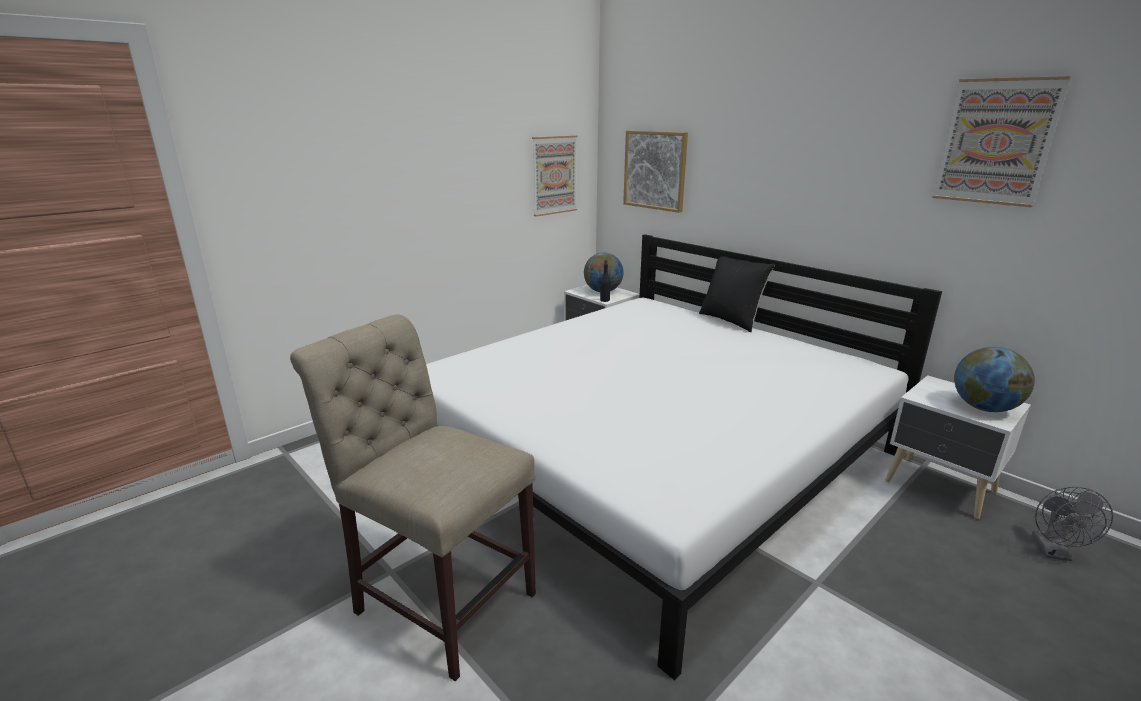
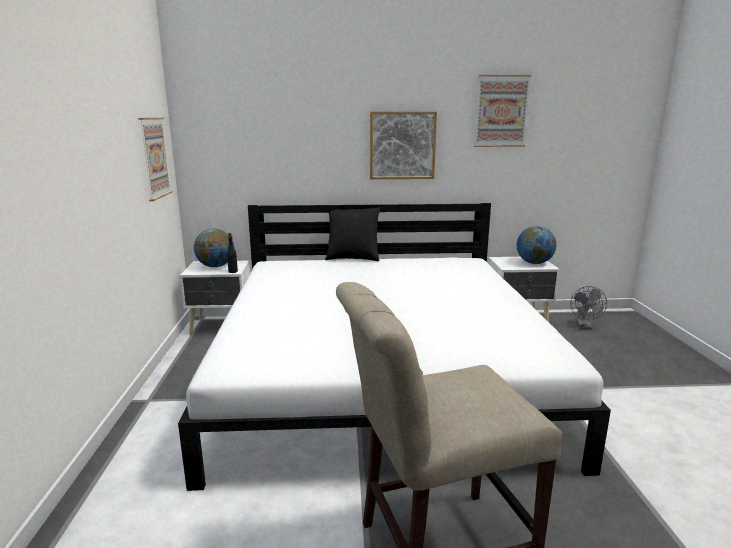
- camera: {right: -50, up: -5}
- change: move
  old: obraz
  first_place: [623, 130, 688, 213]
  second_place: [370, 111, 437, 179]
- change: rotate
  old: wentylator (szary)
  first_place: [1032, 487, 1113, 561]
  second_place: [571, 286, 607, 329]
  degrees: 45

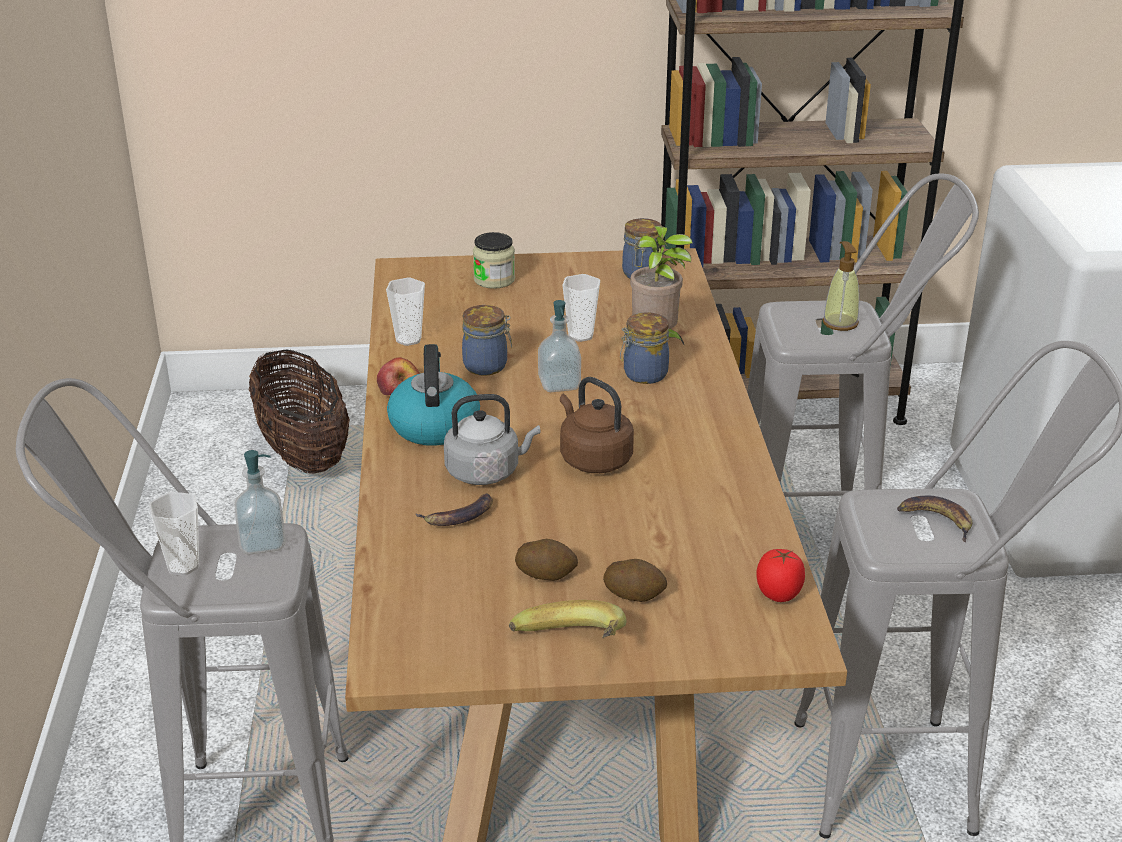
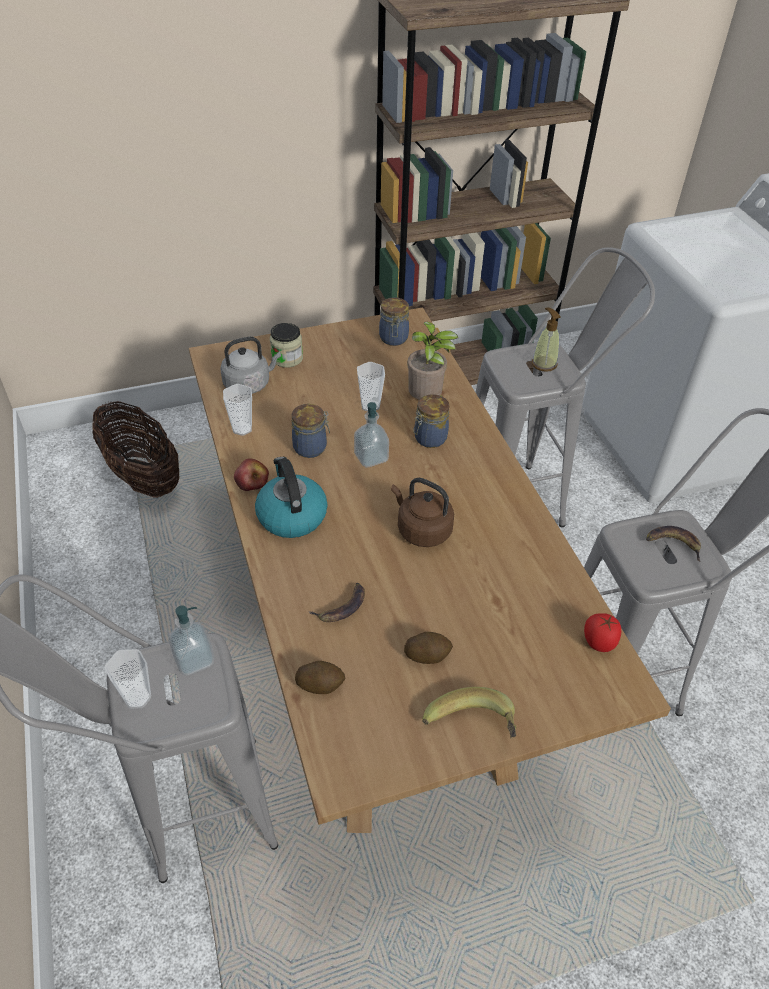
- camera: {right: -15, up: 15}
- change: move
  old: czajnik (szary)
  first_place: [444, 394, 540, 485]
  second_place: [220, 337, 281, 394]
- change: move
  old: ziemniak
  first_place: [603, 559, 667, 602]
  second_place: [295, 661, 345, 694]

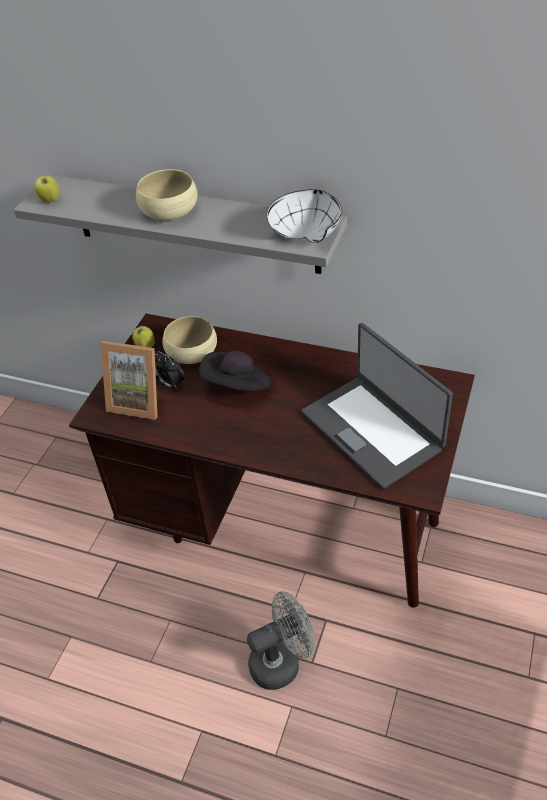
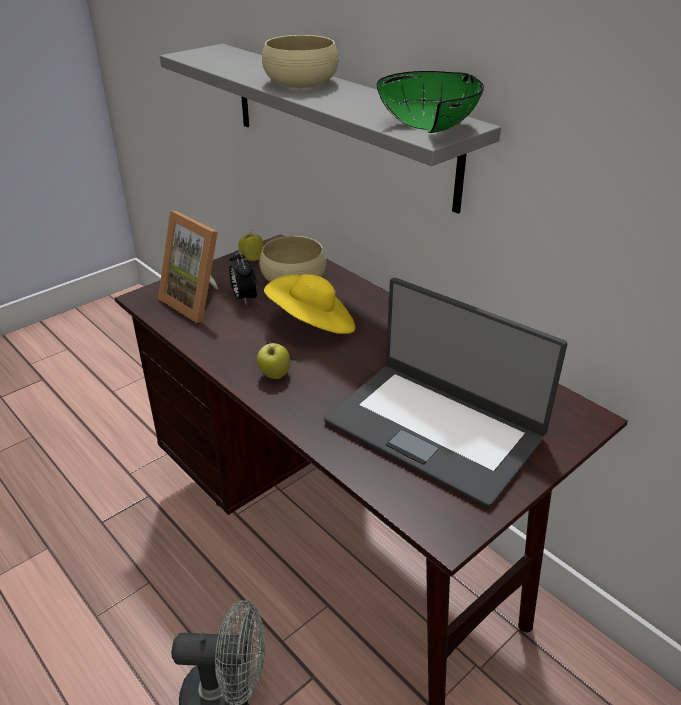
- camera: {right: 25, up: -10}
- change: move
  old: jabłko
  first_place: [34, 176, 60, 203]
  second_place: [257, 340, 290, 379]
- change: recolor
  old: kapelusz (czarny)
  new: kapelusz (żółty)
  first_place: [199, 350, 273, 391]
  second_place: [264, 274, 356, 334]
- change: recolor
  old: miska (biały)
  new: miska (zielony)
  first_place: [267, 189, 342, 243]
  second_place: [377, 71, 484, 133]
- change: rotate
  old: laptop
  first_place: [301, 323, 453, 489]
  second_place: [324, 278, 567, 508]
  degrees: -45

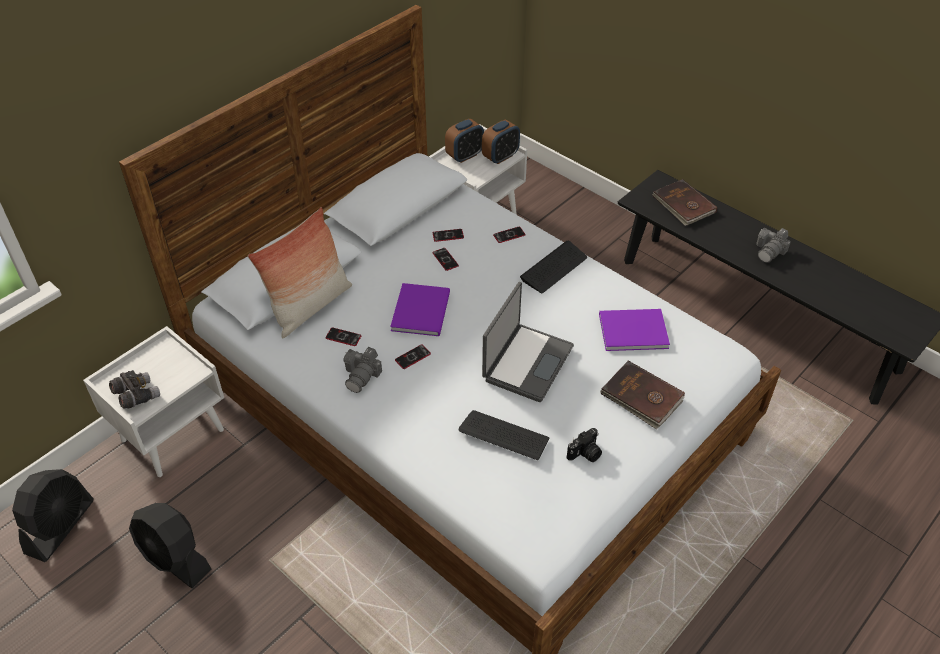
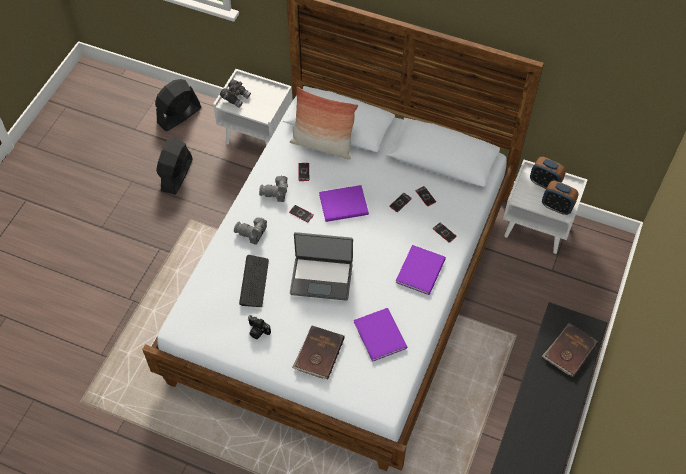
- camera: {right: 70, up: 10}
- change: rotate
  old: wentylator (czarny)
  first_place: [12, 469, 94, 562]
  second_place: [155, 79, 201, 131]
  degrees: 135
- change: replace
  old: klawiatura
  new: książka (fioletowy)
  first_place: [520, 241, 587, 293]
  second_place: [396, 245, 446, 295]
- change: move
  old: aparat fotograficzny
  first_place: [756, 228, 791, 263]
  second_place: [234, 217, 267, 245]

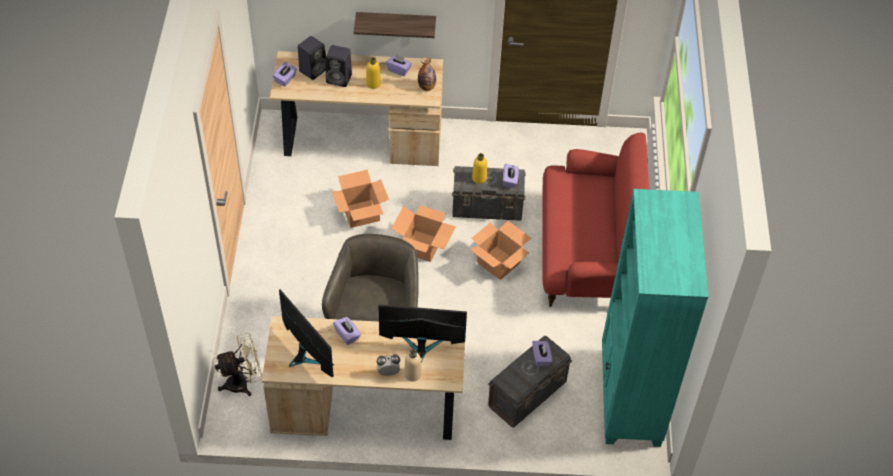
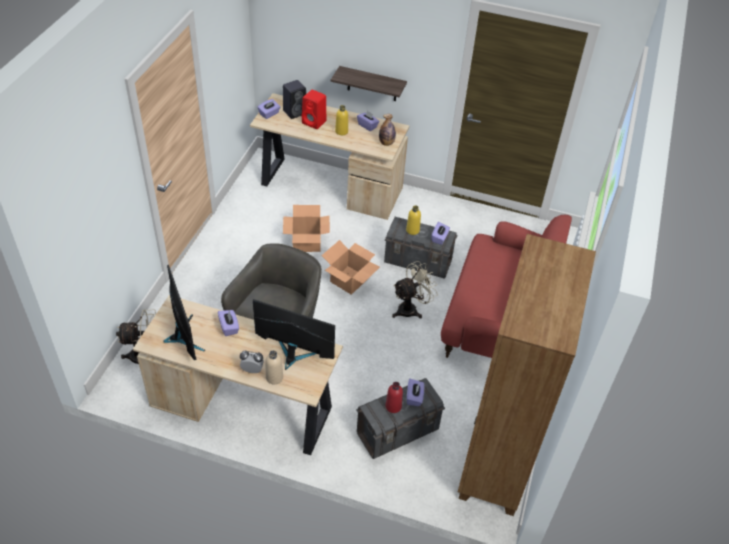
- camera: {right: 15, up: -5}
- change: recolor
  old: głośnik (czarny)
  new: głośnik (czerwony)
  first_place: [326, 45, 352, 87]
  second_place: [302, 90, 327, 129]
- change: replace
  old: karton
  new: wentylator (beżowy)
  first_place: [470, 221, 531, 280]
  second_place: [392, 261, 438, 318]
- change: recolor
  old: regał (turkusowy)
  new: regał (brązowy)
  first_place: [602, 189, 708, 447]
  second_place: [458, 234, 596, 516]
- change: insert
  new: butelka (czerwony)
  second_place: [385, 382, 403, 413]

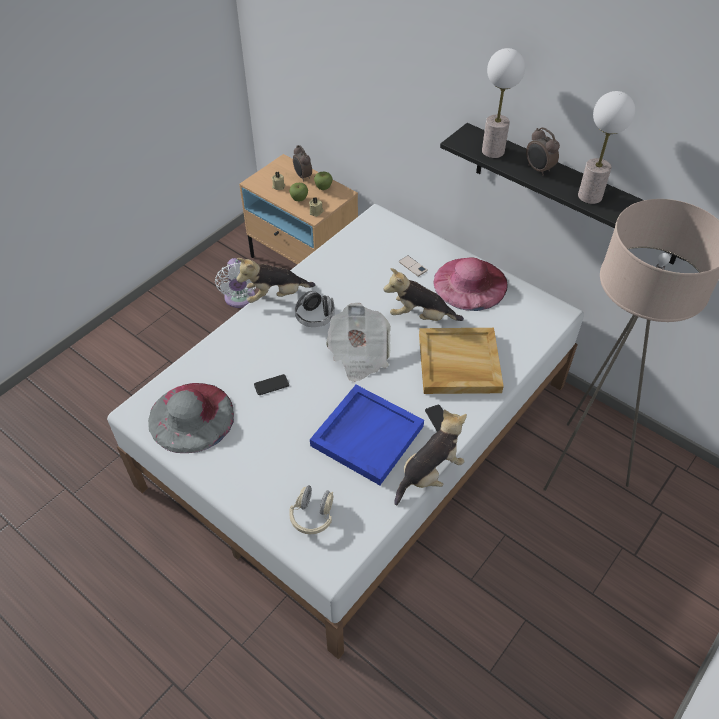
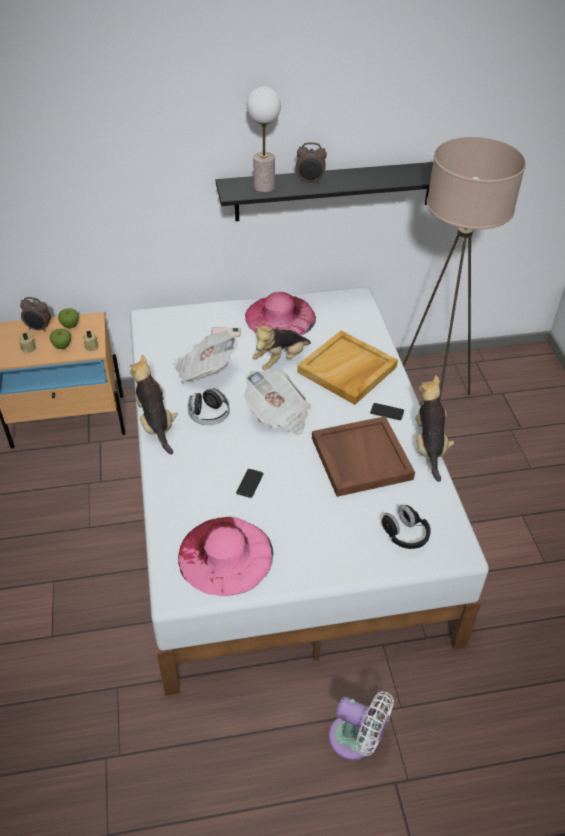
- camera: {right: -50, up: -5}
- change: recolor
  old: kapelusz (szary)
  new: kapelusz (różowy)
  first_place: [148, 383, 234, 453]
  second_place: [178, 517, 273, 596]
- change: move
  old: wentylator (biały)
  first_place: [215, 258, 256, 308]
  second_place: [329, 691, 394, 760]
- change: rotate
  old: pluszak
  first_place: [237, 258, 315, 303]
  second_place: [130, 355, 177, 455]
  degrees: 135
- change: recolor
  old: słuchawki (beżowy)
  new: słuchawki (czarny)
  first_place: [289, 485, 333, 534]
  second_place: [382, 505, 431, 549]
- change: recolor
  old: taca (niebieski)
  new: taca (brązowy)
  first_place: [310, 385, 424, 485]
  second_place: [312, 416, 415, 497]
- change: delete
  old: lampa stołowa
  first_place: [578, 91, 635, 204]
- change: insert
  new: gazeta
  second_place: [173, 331, 237, 383]

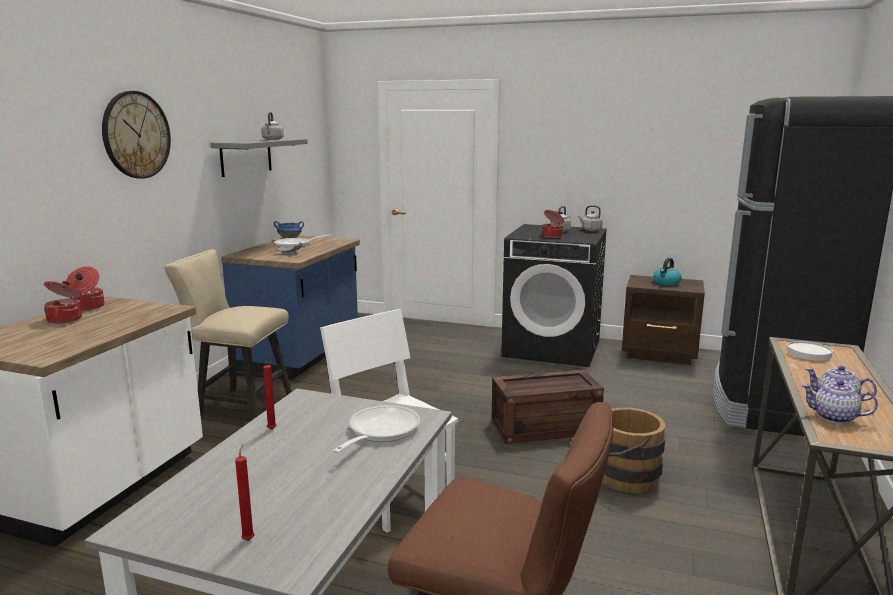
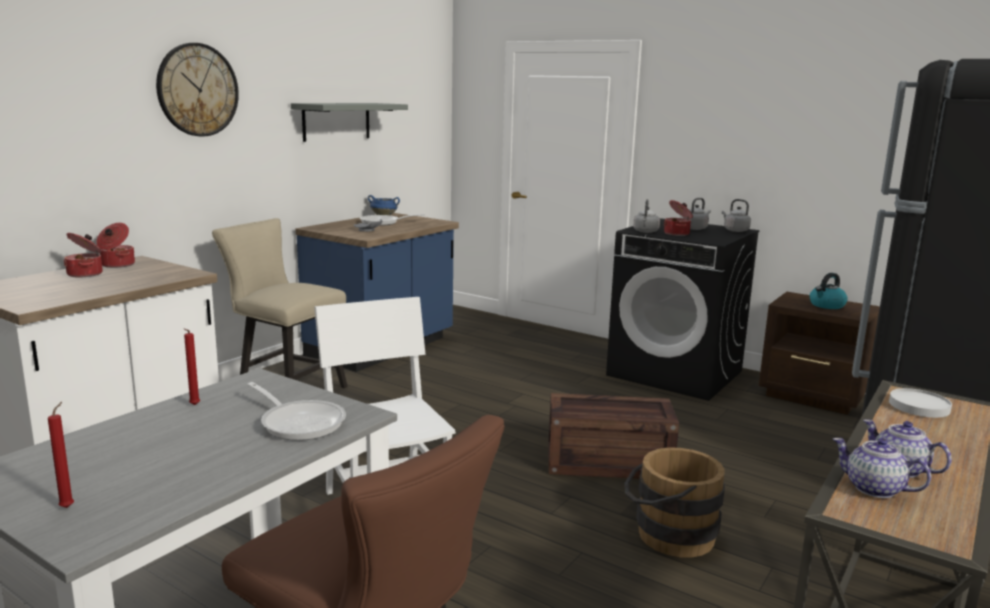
- camera: {right: 15, up: 0}
- change: move
  old: czajnik (szary)
  first_place: [261, 112, 284, 140]
  second_place: [633, 199, 660, 233]
- change: rotate
  old: patelnia
  first_place: [333, 405, 420, 453]
  second_place: [247, 382, 346, 441]
  degrees: 90

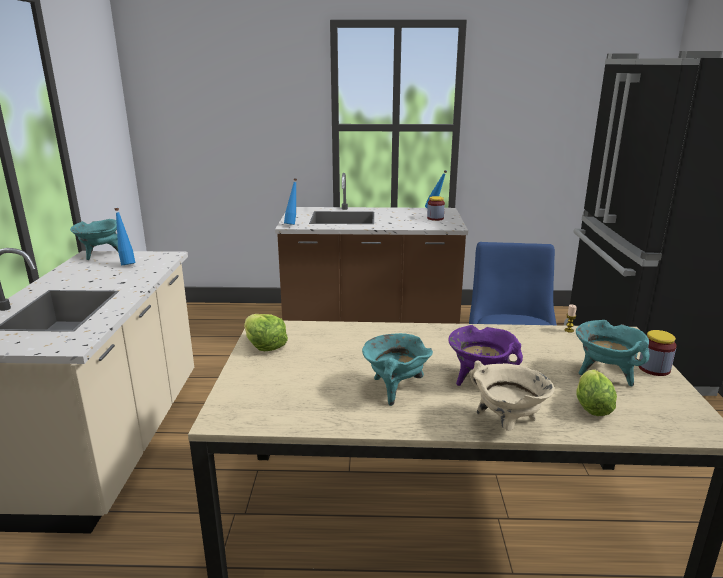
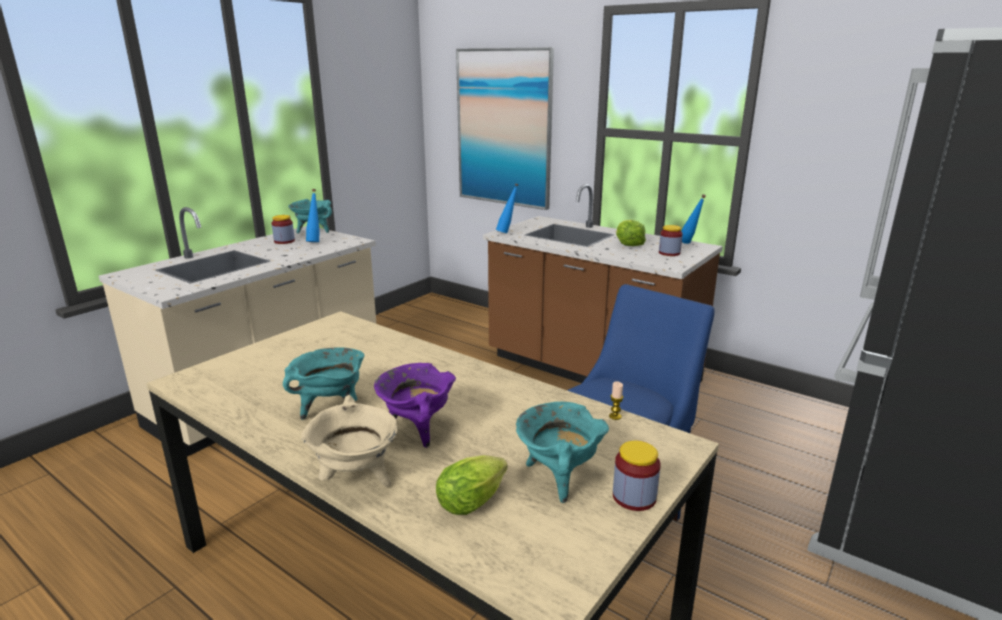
- camera: {right: 35, up: 0}
- change: move
  old: sałata
  first_place: [244, 314, 288, 351]
  second_place: [616, 220, 646, 246]
- change: insert
  new: słoik
  second_place: [272, 215, 295, 244]
- change: insert
  new: obraz
  second_place: [456, 47, 554, 210]

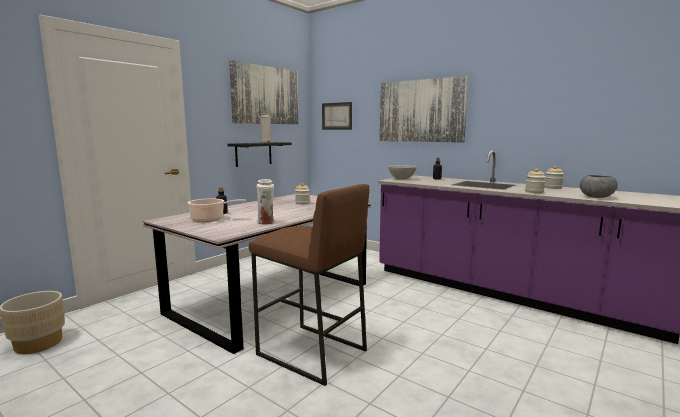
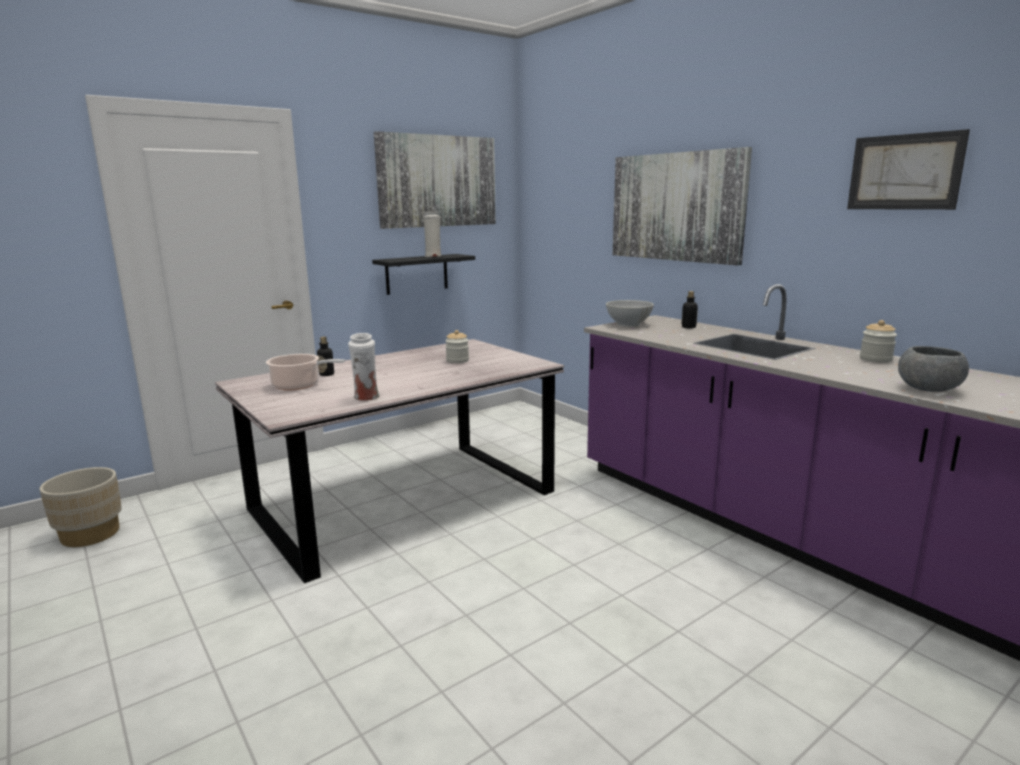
- camera: {right: 15, up: 5}
- change: delete
  old: stołek (brązowy)
  first_place: [249, 184, 369, 386]
- change: move
  old: obraz
  first_place: [322, 102, 352, 130]
  second_place: [847, 129, 970, 210]
- change: delete
  old: słoik
  first_place: [525, 169, 545, 193]

